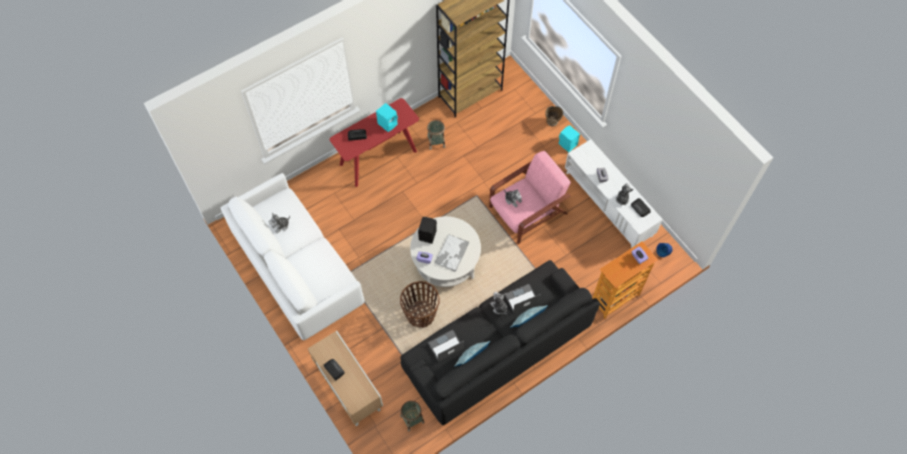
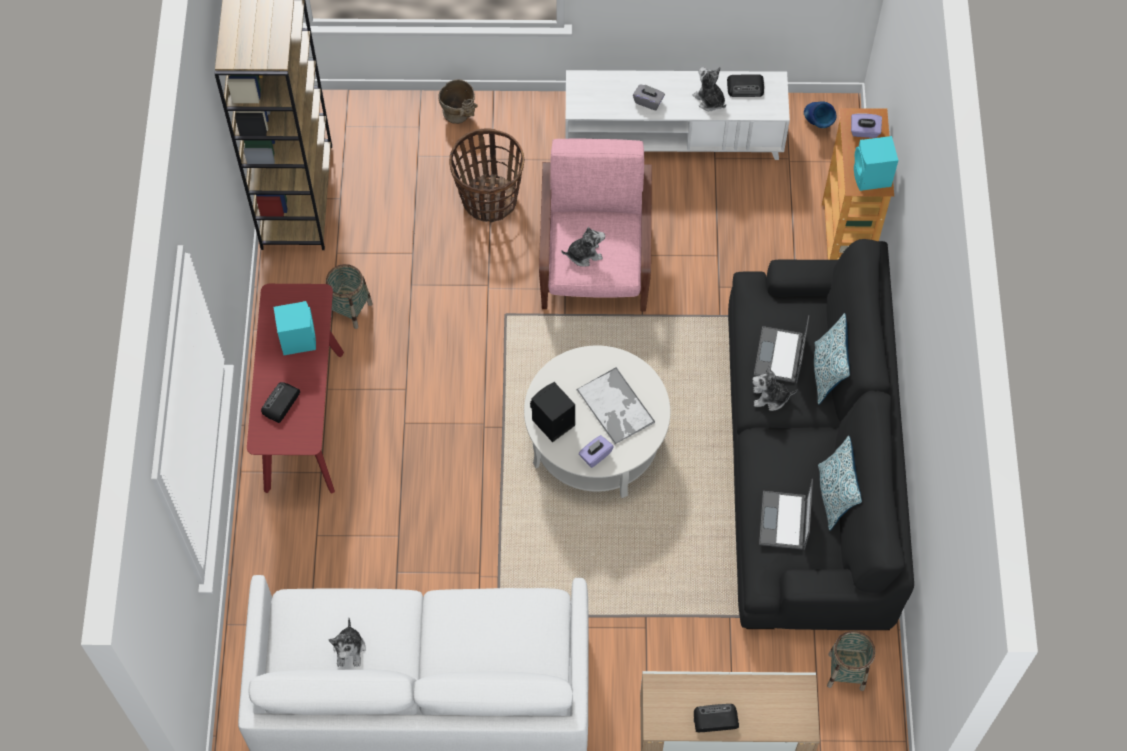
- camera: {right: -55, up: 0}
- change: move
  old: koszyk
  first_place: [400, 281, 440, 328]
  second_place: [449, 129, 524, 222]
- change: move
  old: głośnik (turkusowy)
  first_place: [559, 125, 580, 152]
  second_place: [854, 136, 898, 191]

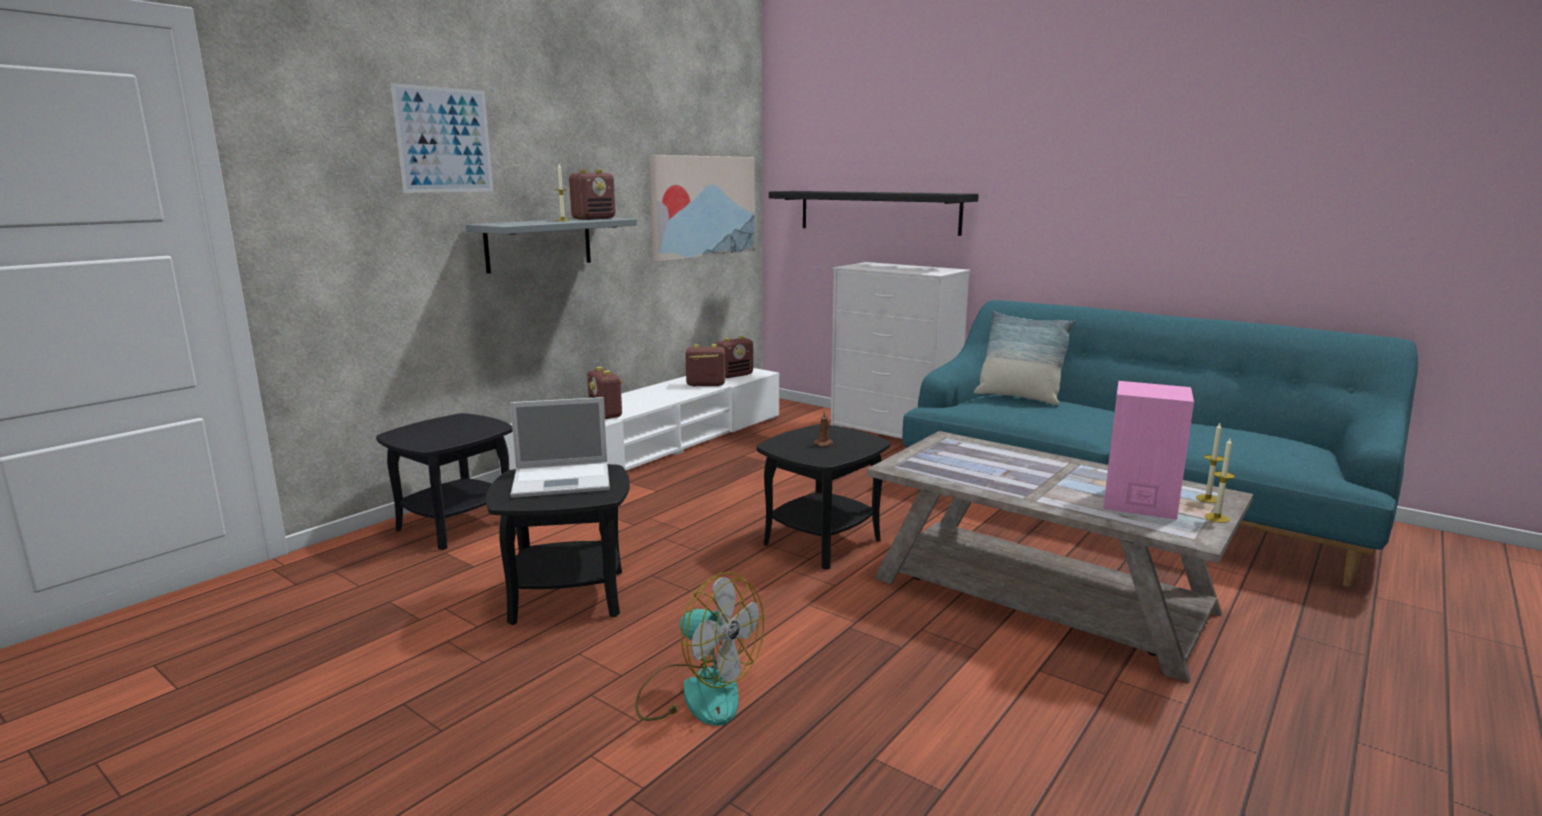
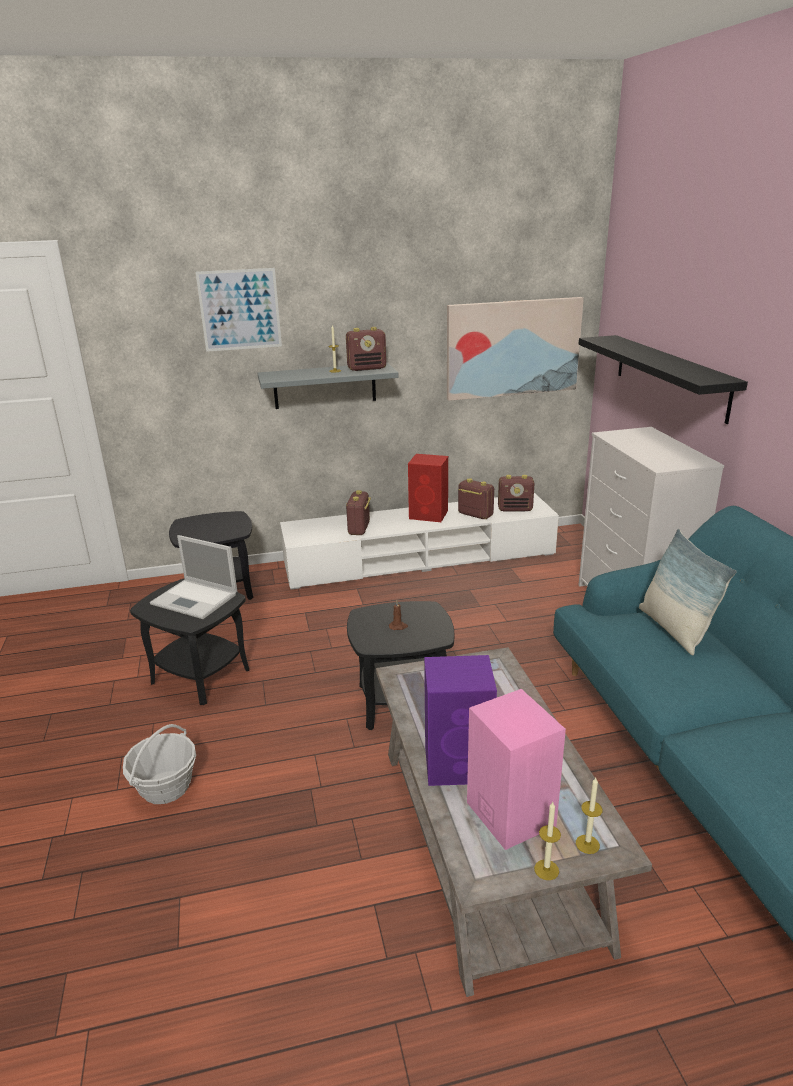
- camera: {right: 40, up: 10}
- change: replace
  old: wentylator
  new: koszyk
  first_place: [635, 572, 764, 726]
  second_place: [123, 724, 196, 804]
- change: insert
  new: głośnik (czerwony)
  second_place: [408, 454, 448, 522]
- change: insert
  new: głośnik (fioletowy)
  second_place: [424, 655, 497, 786]

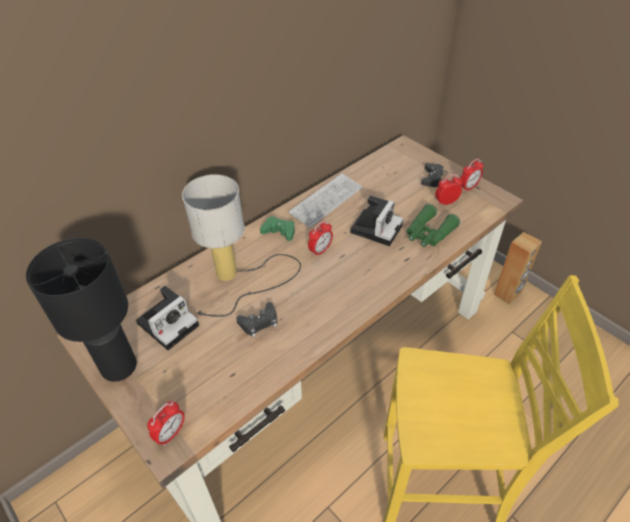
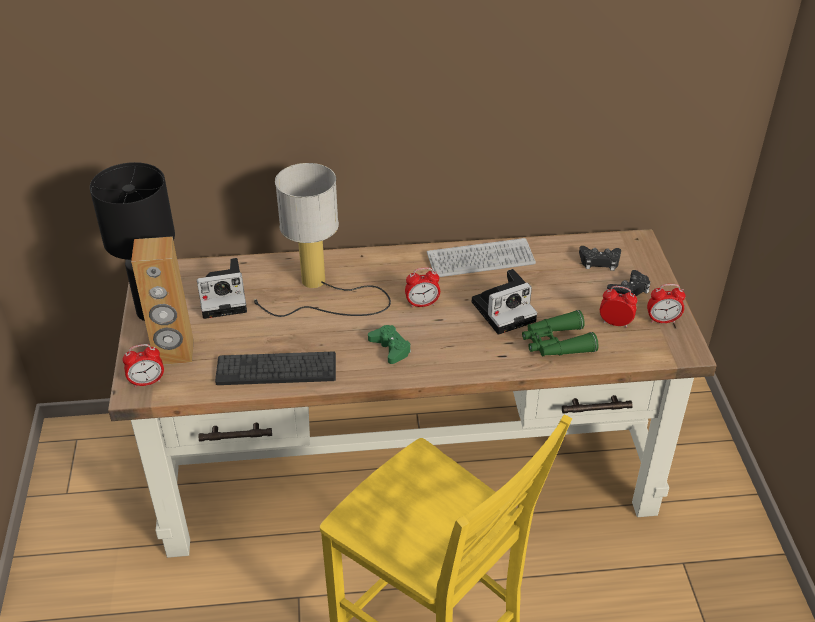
- camera: {right: 35, up: -5}
- change: move
  old: pad do gier (czarny)
  first_place: [236, 302, 277, 337]
  second_place: [579, 246, 621, 271]
- change: move
  old: pad do gier (zielony)
  first_place: [260, 216, 295, 241]
  second_place: [368, 325, 411, 364]
- change: move
  old: głośnik (brązowy)
  first_place: [494, 232, 542, 305]
  second_place: [131, 236, 194, 365]
- change: insert
  new: klawiatura
  second_place: [215, 352, 336, 385]

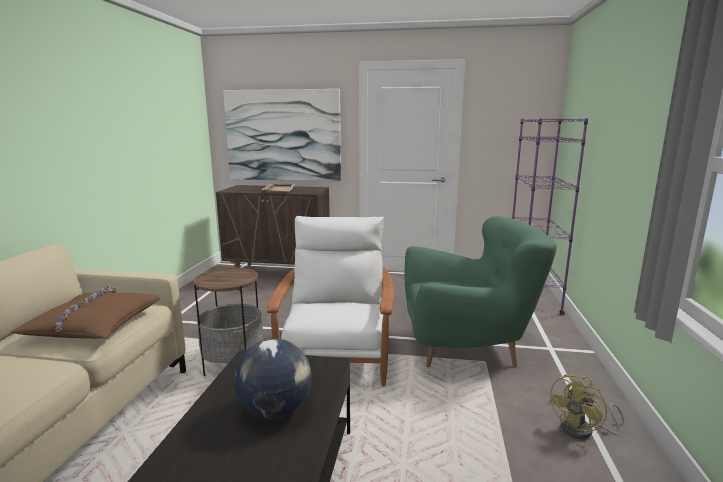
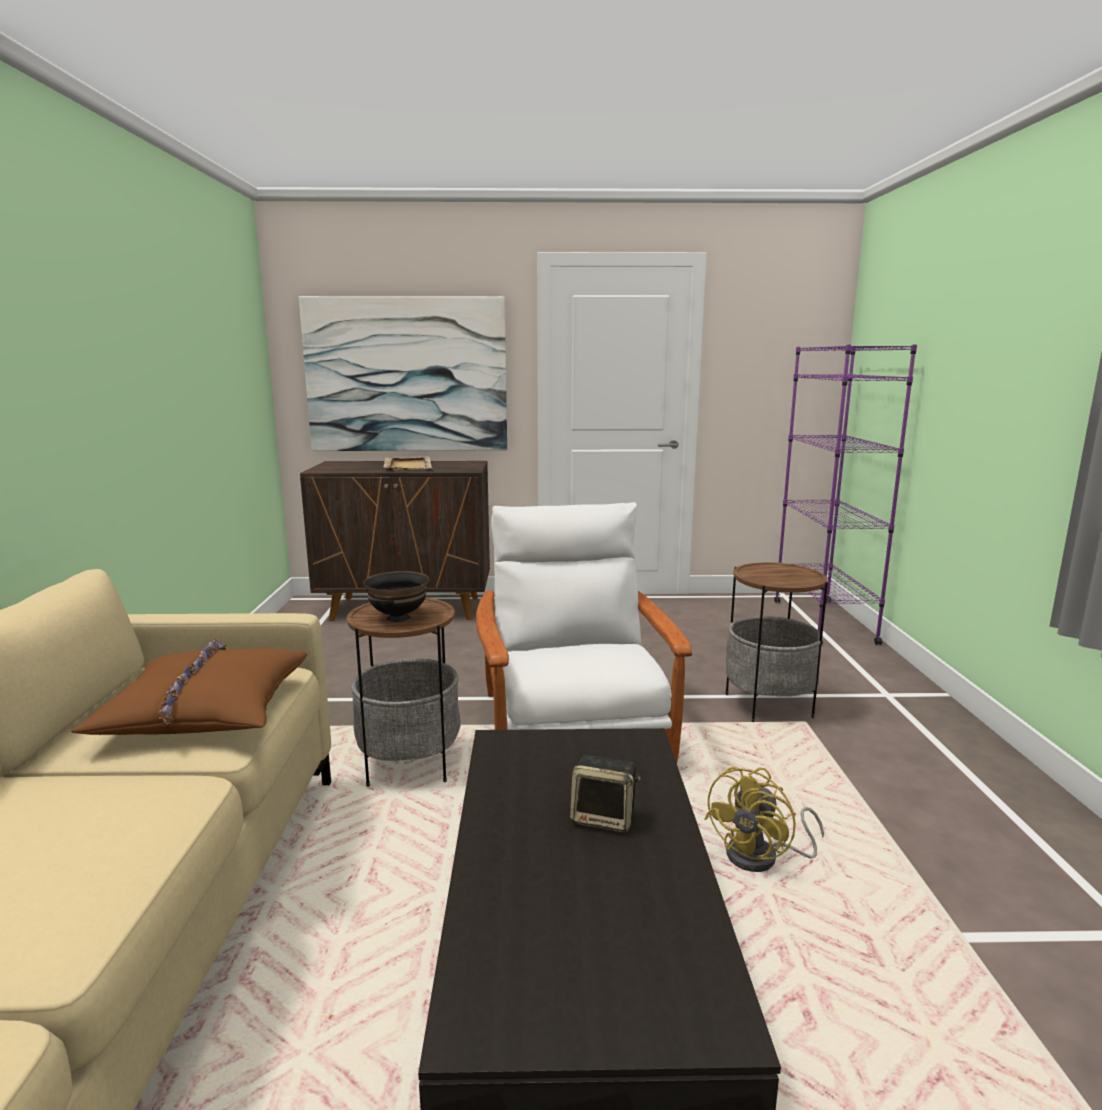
- camera: {right: -10, up: 0}
- change: replace
  old: globus
  new: głośnik
  first_place: [234, 339, 312, 418]
  second_place: [570, 755, 641, 833]
- change: replace
  old: fotel (zielony)
  new: stolik
  first_place: [405, 216, 557, 368]
  second_place: [726, 562, 828, 722]
- change: move
  old: wentylator (żółty)
  first_place: [548, 374, 624, 439]
  second_place: [704, 767, 824, 872]
- change: insert
  new: miska (czarny)
  second_place: [363, 571, 429, 622]

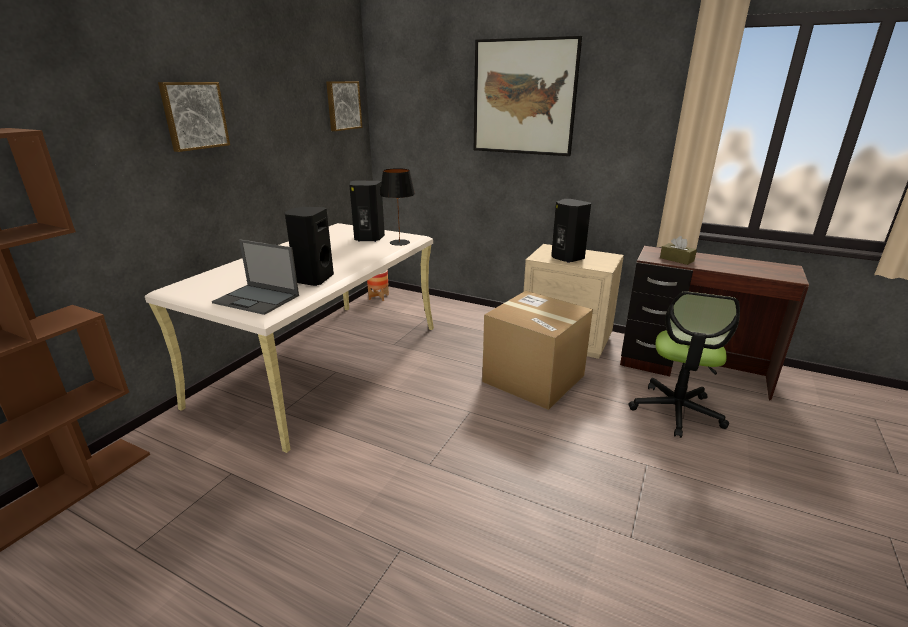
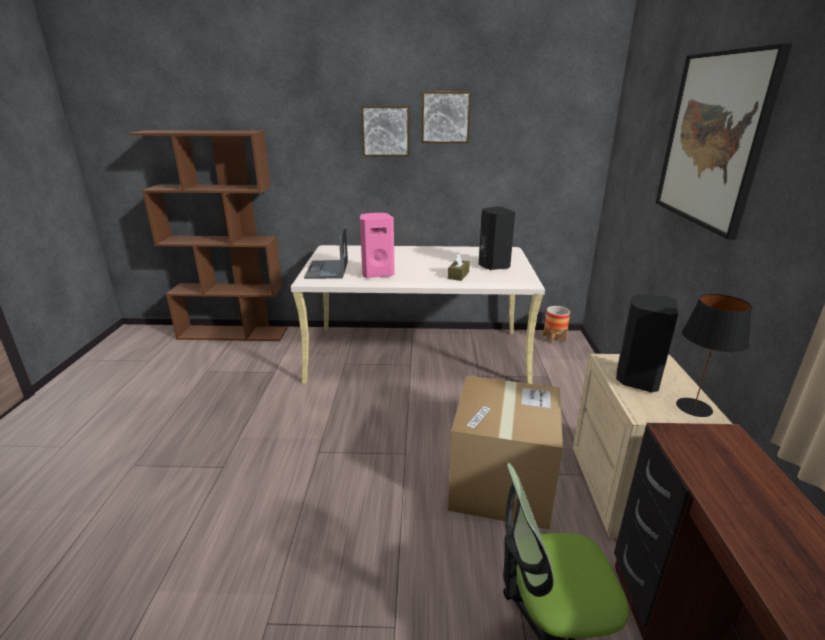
- camera: {right: 65, up: 0}
- change: recolor
  old: głośnik (czarny)
  new: głośnik (różowy)
  first_place: [285, 207, 334, 286]
  second_place: [360, 213, 395, 278]
- change: move
  old: obraz
  first_place: [326, 81, 362, 131]
  second_place: [422, 91, 471, 143]
- change: move
  old: lampa stołowa (czarny)
  first_place: [380, 168, 415, 246]
  second_place: [676, 294, 752, 417]
- change: move
  old: pudełko chusteczek (brązowy)
  first_place: [660, 236, 697, 265]
  second_place: [448, 253, 470, 281]

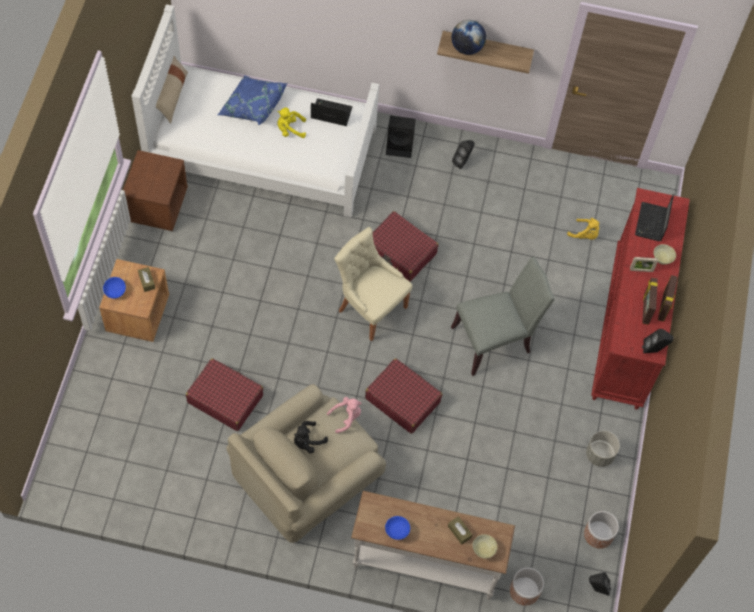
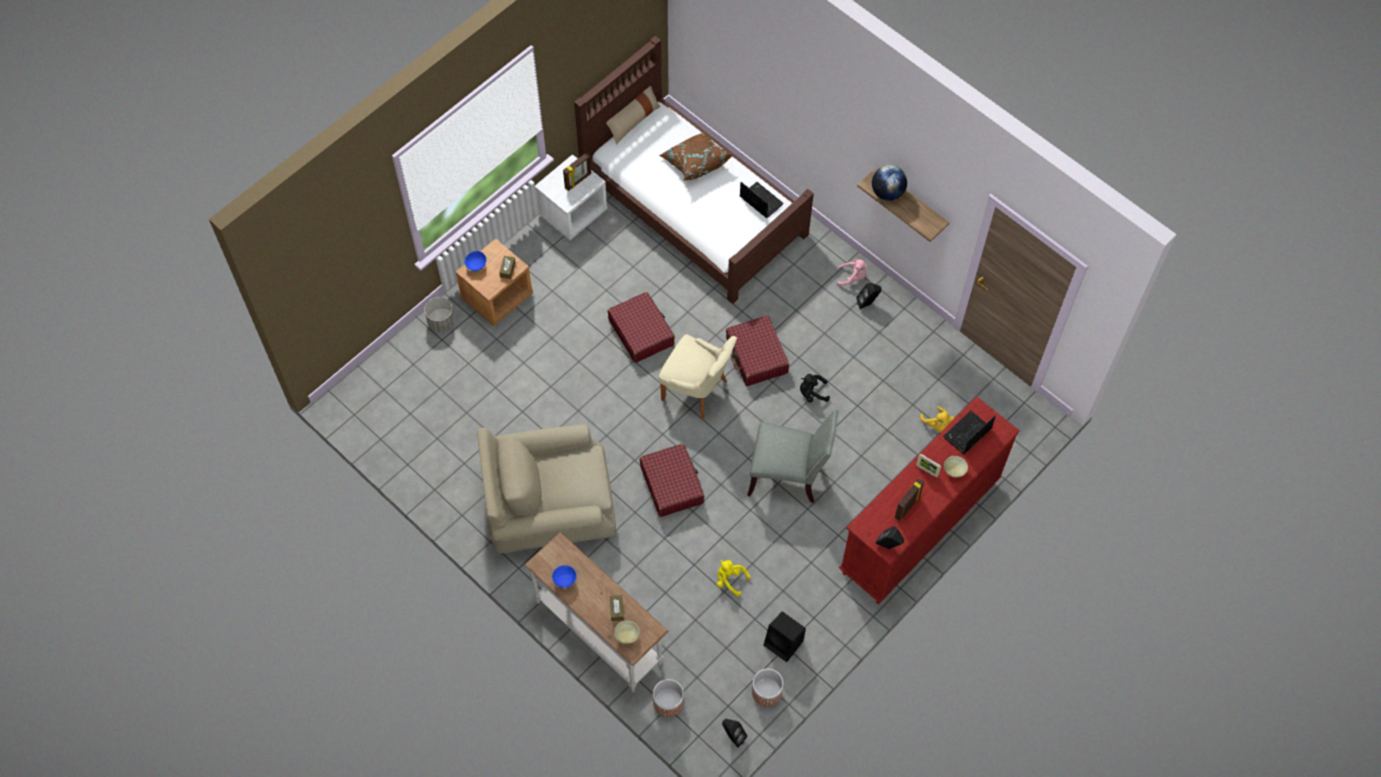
- camera: {right: 35, up: 0}
- change: recolor
  old: szafka nocna (brązowy)
  new: szafka nocna (biały)
  first_place: [123, 150, 188, 231]
  second_place: [535, 154, 607, 240]
- change: recolor
  old: łóżko (biały)
  new: łóżko (brązowy)
  first_place: [132, 4, 379, 217]
  second_place: [574, 36, 814, 304]
- change: move
  old: walizka (czerwony)
  first_place: [186, 358, 263, 431]
  second_place: [608, 292, 675, 363]
- change: recolor
  old: poduszka (niebieski)
  new: poduszka (brązowy)
  first_place: [218, 75, 287, 125]
  second_place: [659, 132, 733, 180]
- change: move
  old: pluszak (żółty)
  first_place: [277, 107, 306, 138]
  second_place: [717, 560, 751, 596]
- change: move
  old: pluszak (czarny)
  first_place: [294, 421, 328, 453]
  second_place: [800, 374, 830, 403]
- change: move
  old: pluszak (różowy)
  first_place: [327, 397, 362, 433]
  second_place: [837, 259, 867, 286]
- change: rotate
  old: krzesło (beżowy)
  first_place: [334, 227, 413, 341]
  second_place: [658, 334, 737, 419]
  degrees: 135
- change: move
  old: głośnik (czarny)
  first_place: [386, 116, 416, 158]
  second_place: [764, 611, 806, 662]
- change: move
  old: donica (szary)
  first_place: [586, 431, 620, 467]
  second_place: [424, 297, 455, 332]
- change: move
  old: ramka na zdjęcie
  first_place: [658, 275, 678, 322]
  second_place: [563, 153, 591, 191]

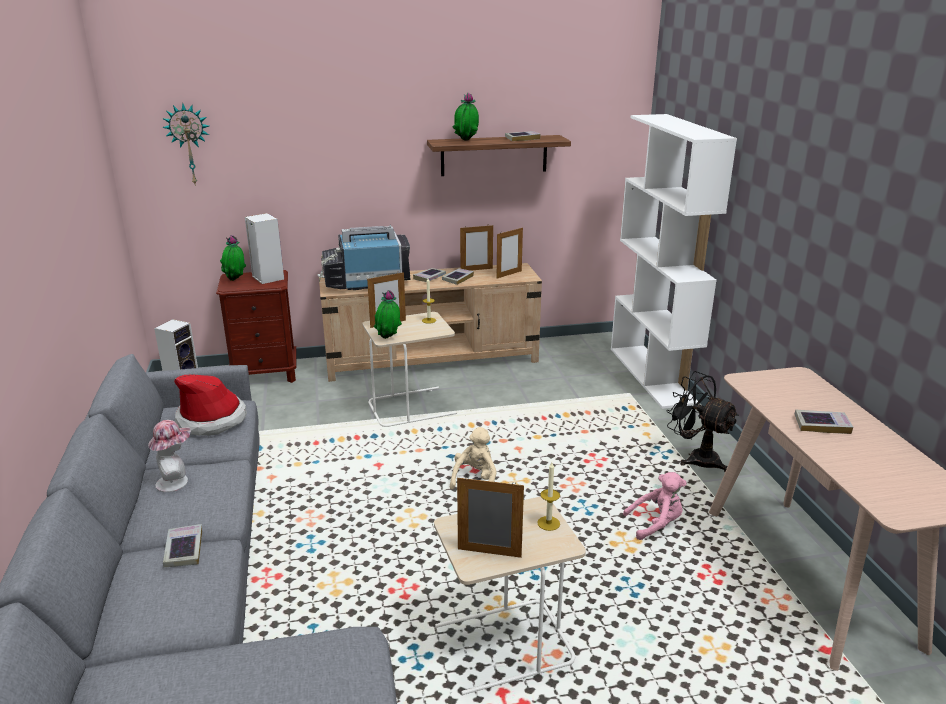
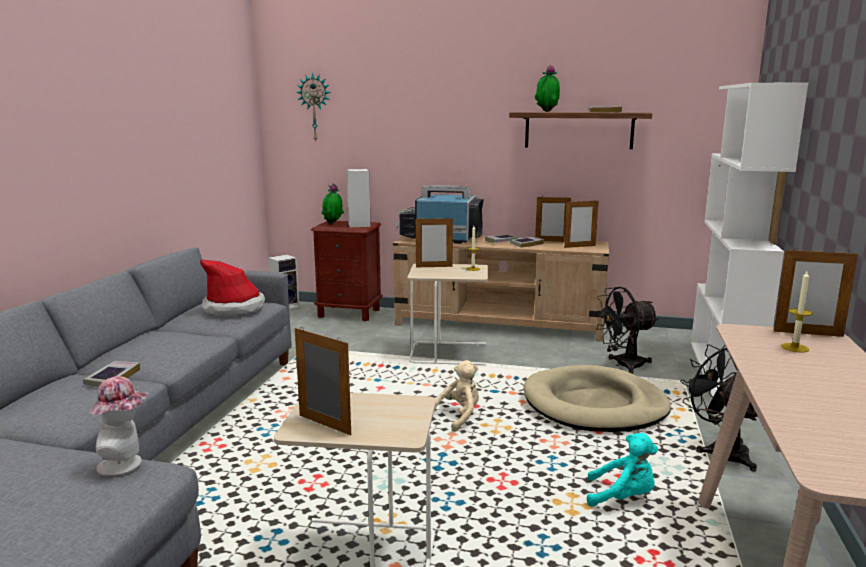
- camera: {right: 25, up: -10}
- change: move
  old: kapelusz
  first_place: [148, 420, 191, 492]
  second_place: [89, 376, 149, 476]
- change: delete
  old: roślina doniczkowa
  first_place: [374, 290, 402, 339]
- change: move
  old: świeca
  first_place: [537, 462, 560, 531]
  second_place: [781, 271, 813, 353]
- change: recolor
  old: pluszak (różowy)
  new: pluszak (turkusowy)
  first_place: [623, 472, 686, 540]
  second_place: [587, 433, 658, 507]
- change: delete
  old: książka
  first_place: [795, 410, 853, 434]
- change: insert
  new: legowisko (beżowy)
  second_place: [523, 365, 671, 432]
- change: insert
  new: wentylator (czarny)
  second_place: [594, 287, 659, 374]
- change: insert
  new: ramka na zdjęcie
  second_place: [774, 247, 858, 337]

